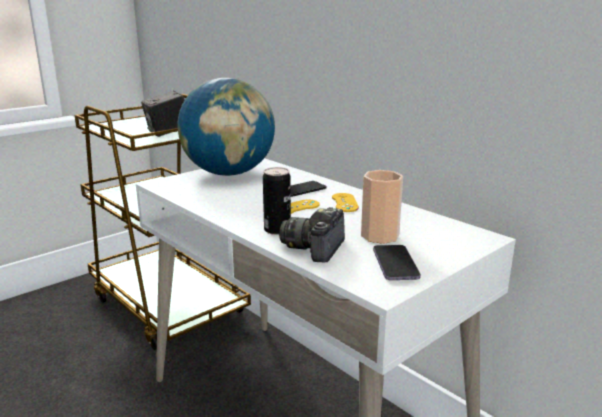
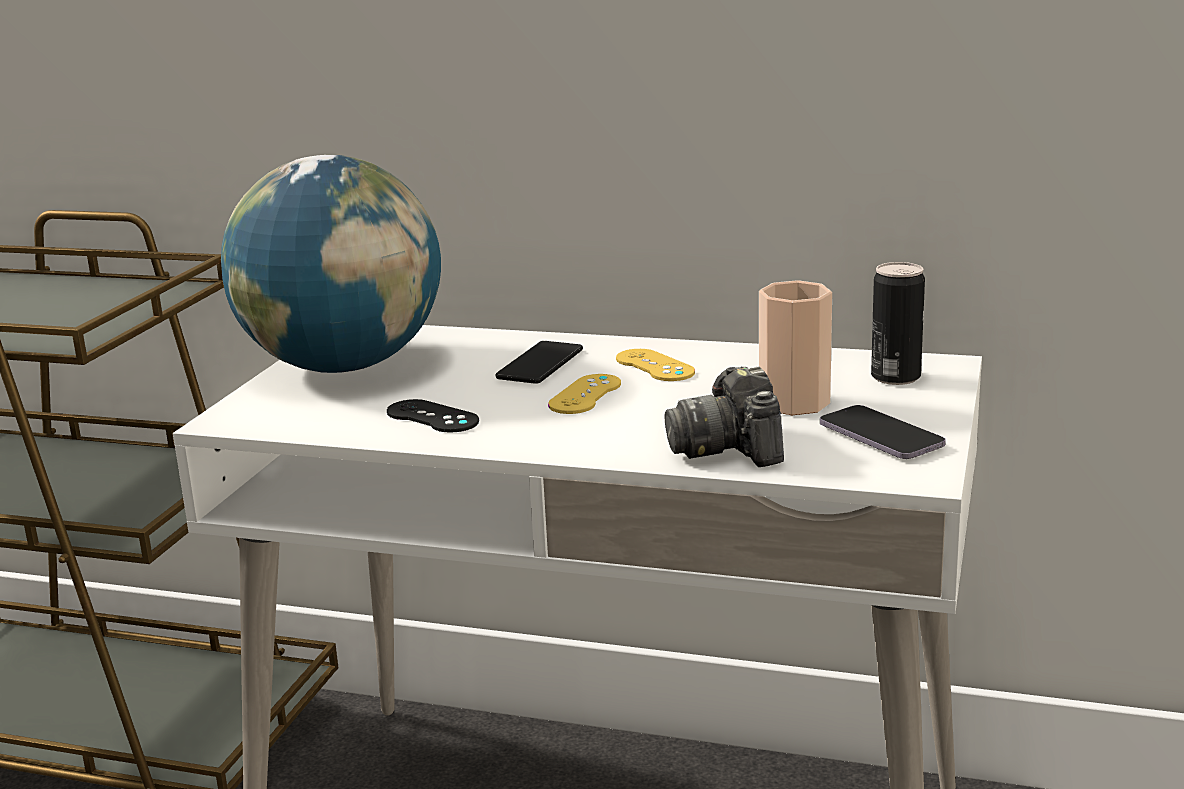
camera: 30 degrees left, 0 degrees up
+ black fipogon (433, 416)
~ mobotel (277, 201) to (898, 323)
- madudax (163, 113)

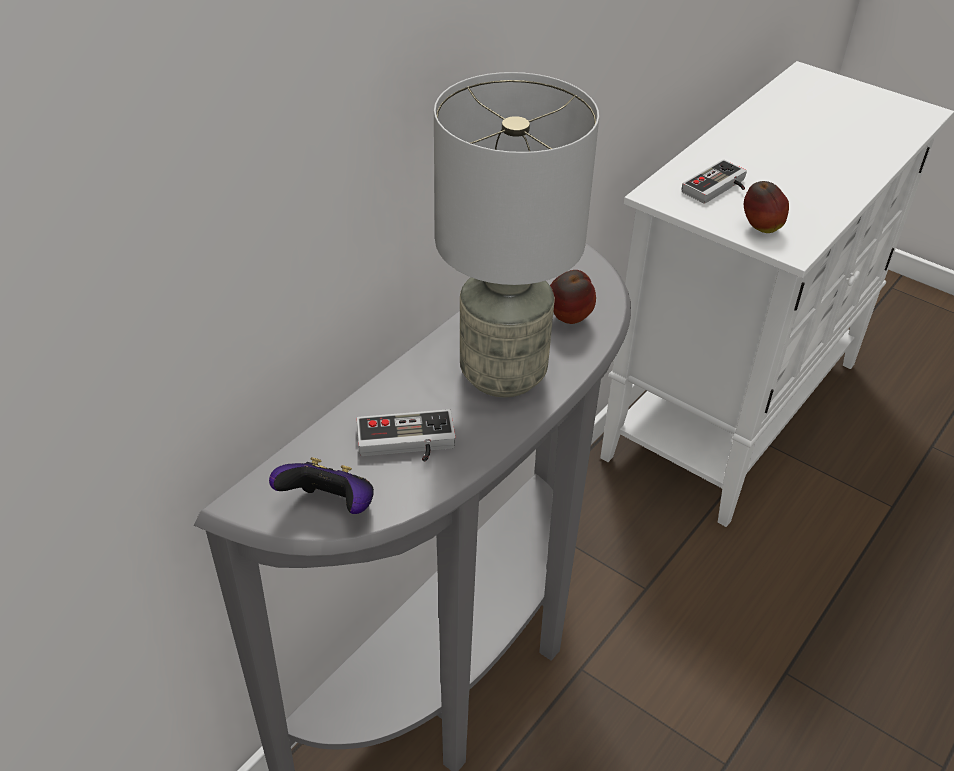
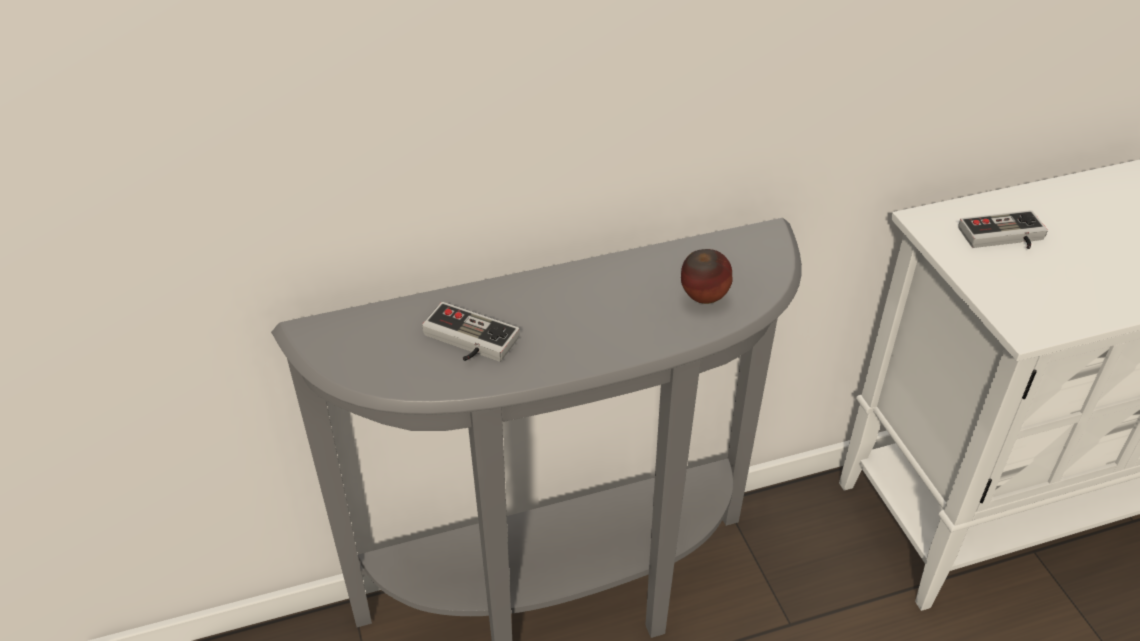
camera: 35 degrees right, 0 degrees up
- fipogon (321, 485)
- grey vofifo (516, 234)
- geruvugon (766, 207)

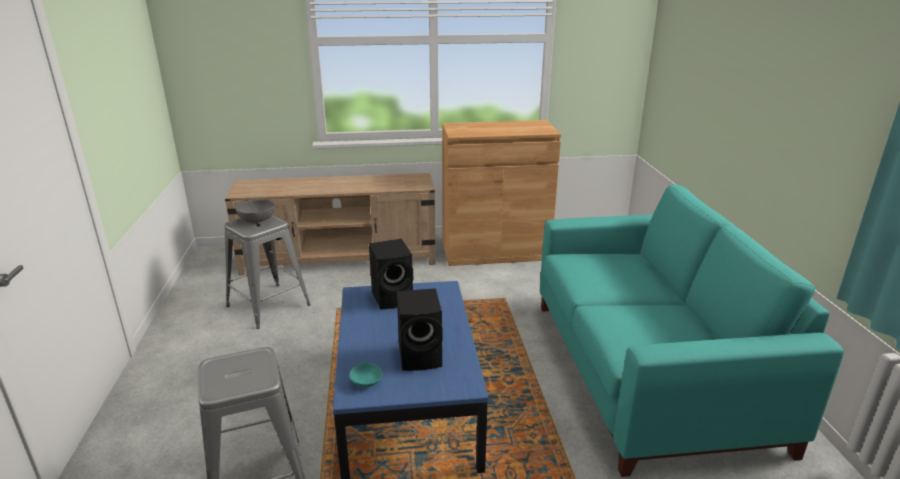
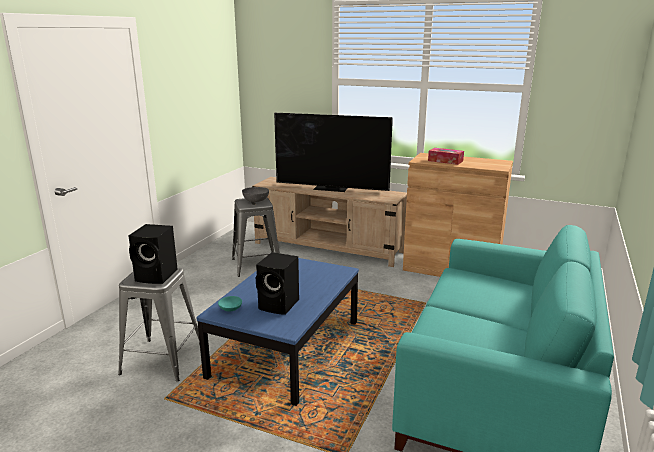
camera: 30 degrees right, 5 degrees down
~ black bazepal (391, 274) to (153, 254)
+ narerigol (333, 152)
+ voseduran (446, 156)

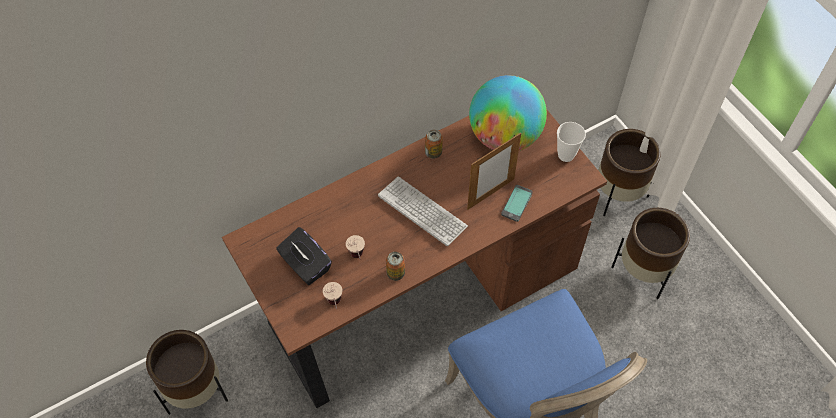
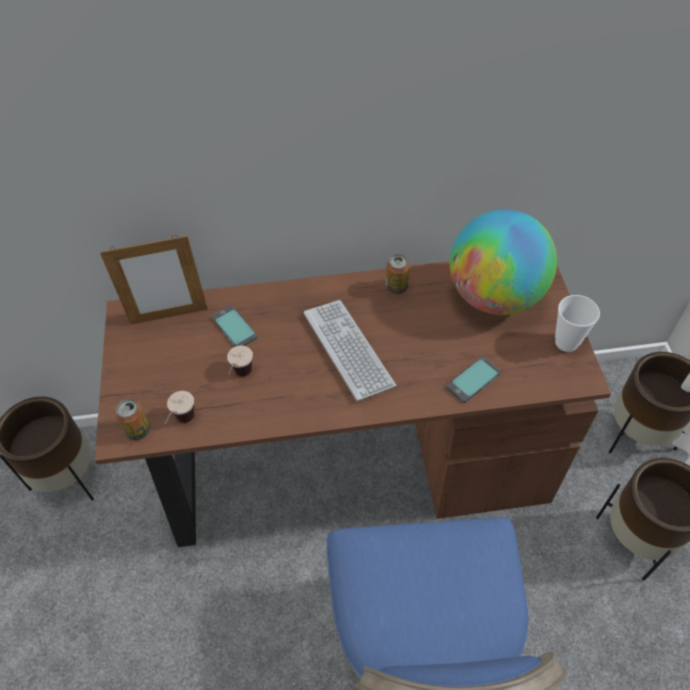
camera: 25 degrees right, 5 degrees down
~ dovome (494, 171) to (154, 280)
~ mobotel (395, 266) to (133, 419)
+ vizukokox (235, 326)
- black voseduran (304, 256)

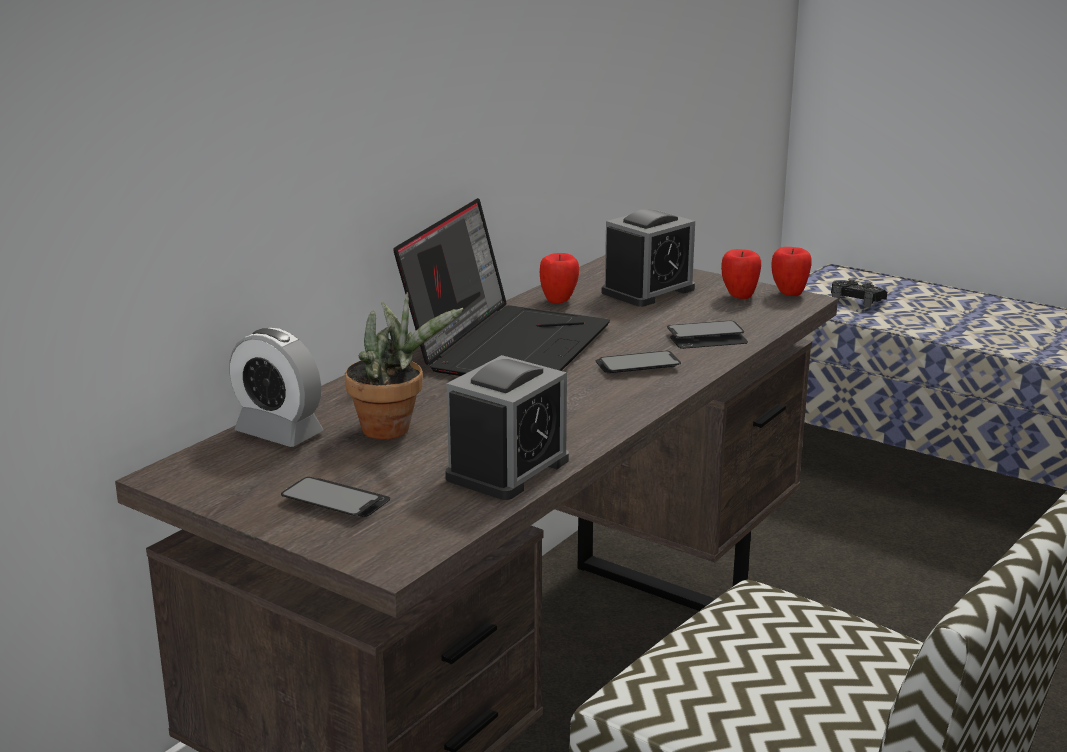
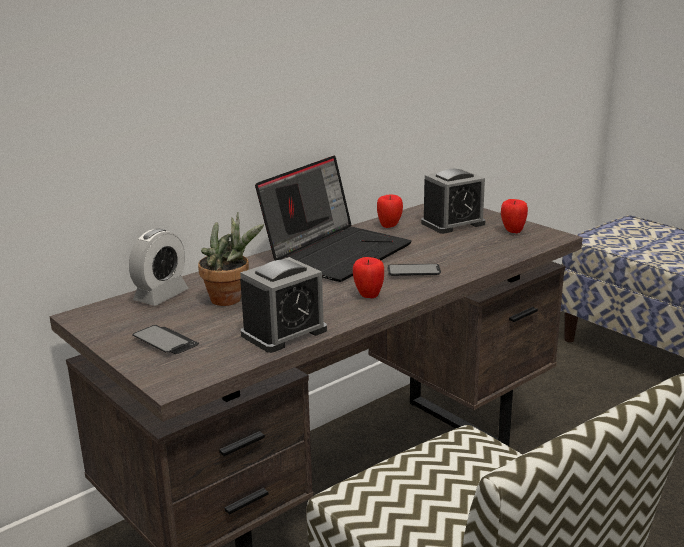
camera: 15 degrees right, 0 degrees up
~ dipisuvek (276, 387) = (159, 267) 105 degrees counterclockwise
~ geruvugon (791, 271) to (368, 277)
- vizukokox (707, 335)
- black fipogon (859, 293)

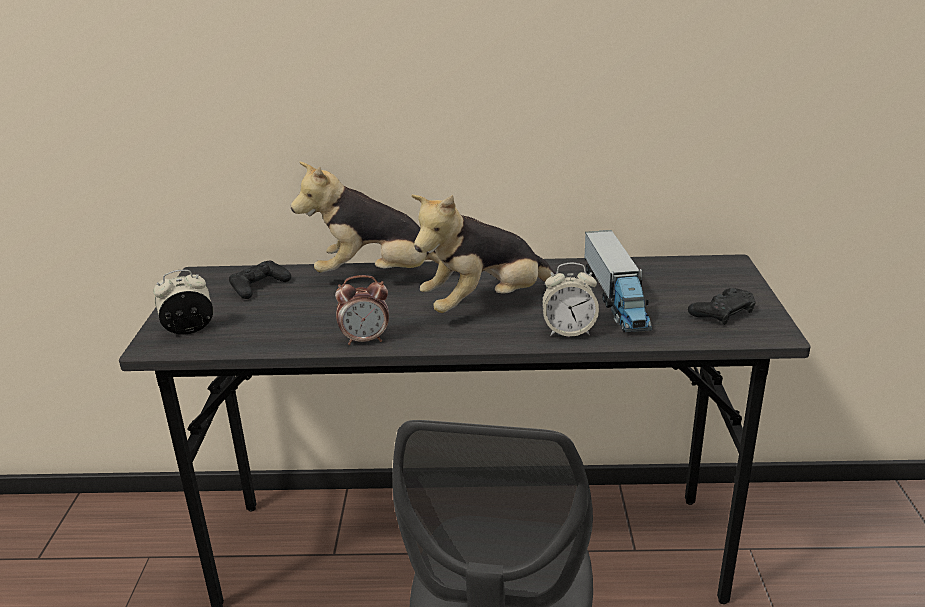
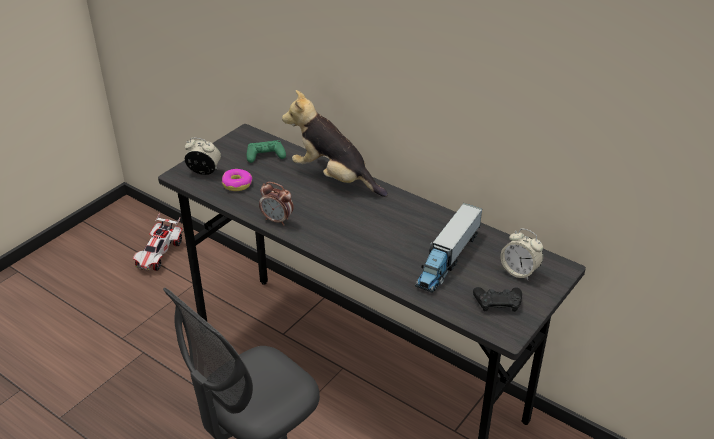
camera: 35 degrees right, 10 degrees up
+ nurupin (157, 242)
+ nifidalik (237, 180)
~ black fipogon (260, 279) to green fipogon (266, 151)
~ dipisuvek (570, 300) to (521, 254)
- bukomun (483, 254)

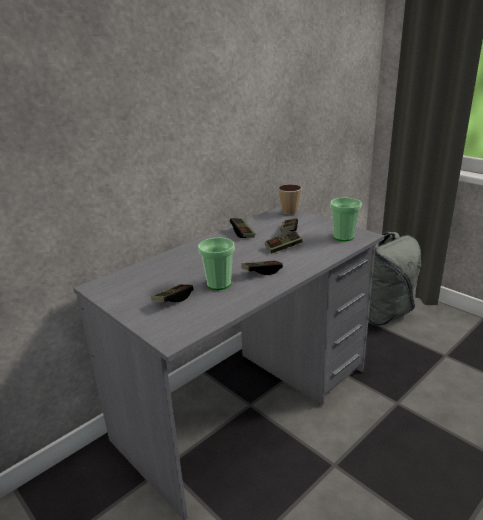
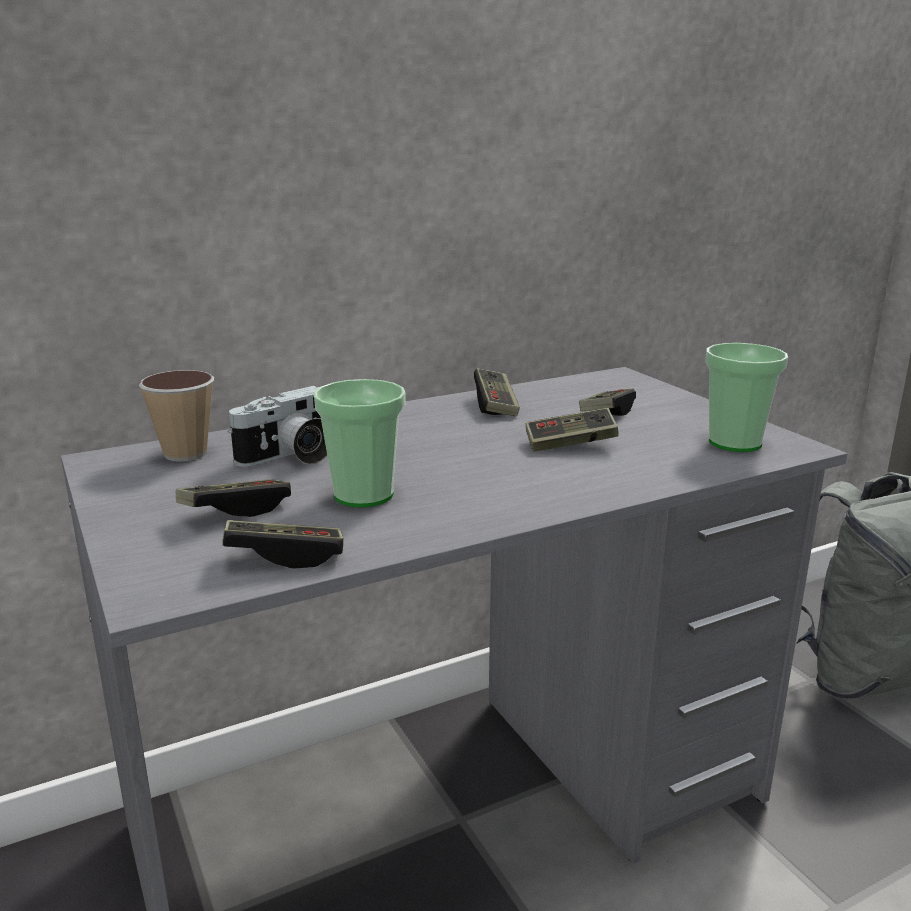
camera: 15 degrees right, 5 degrees down
~ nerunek (290, 199) to (176, 416)
~ fipogon (262, 267) to (283, 544)
+ madudax (277, 426)

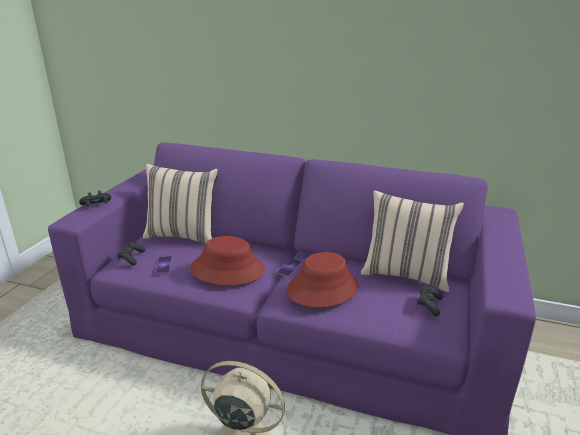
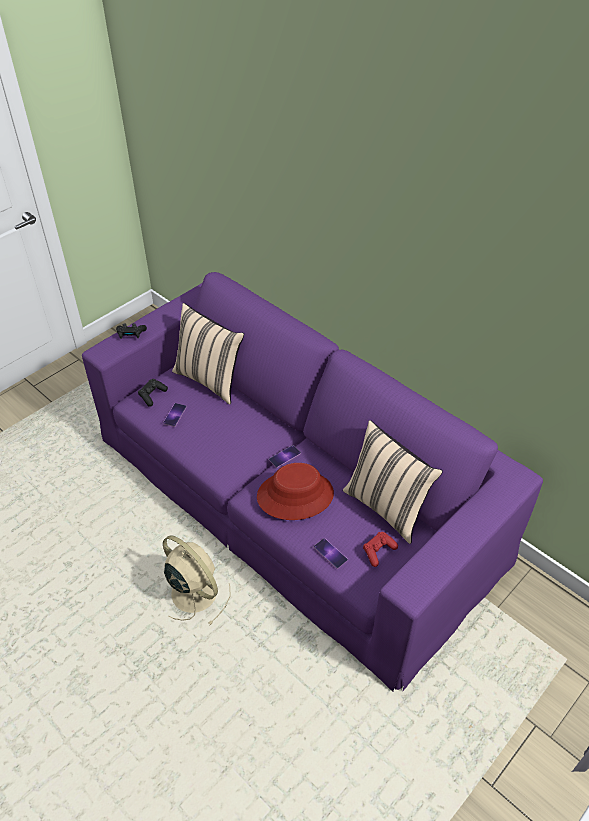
camera: 25 degrees right, 20 degrees up
+ vizukokox (330, 553)
~ black fipogon (430, 300) to red fipogon (380, 549)
- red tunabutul (227, 260)

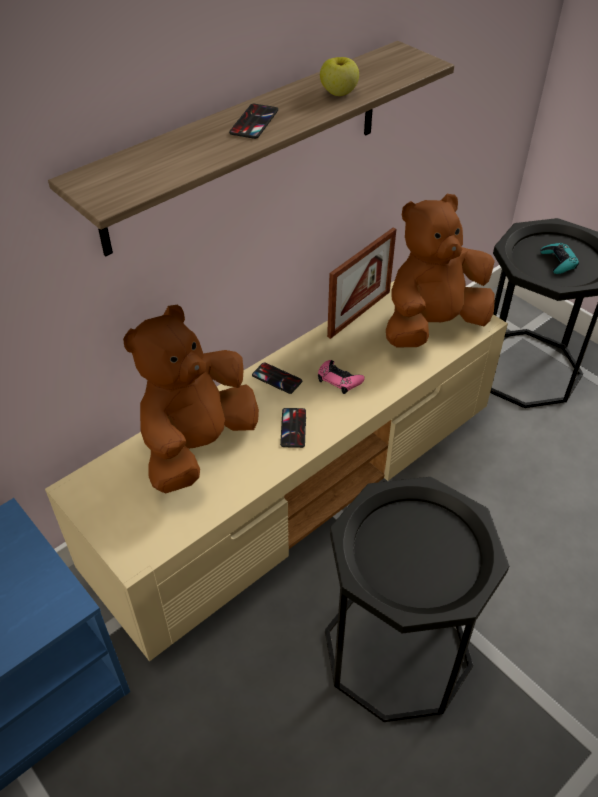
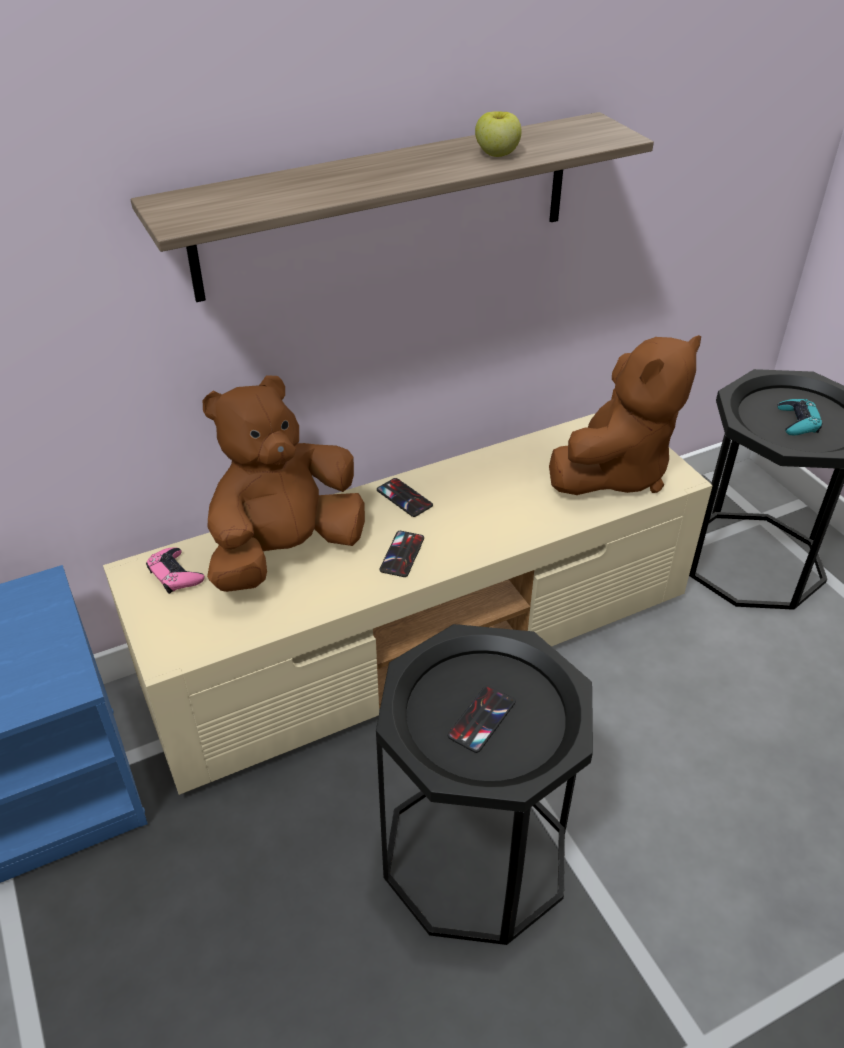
camera: 15 degrees right, 5 degrees down
~ pink fipogon (341, 377) to (175, 570)
~ vizukokox (253, 121) to (482, 719)
~ brown bukomun (440, 271) = (625, 415) 150 degrees clockwise
- dovome (361, 283)

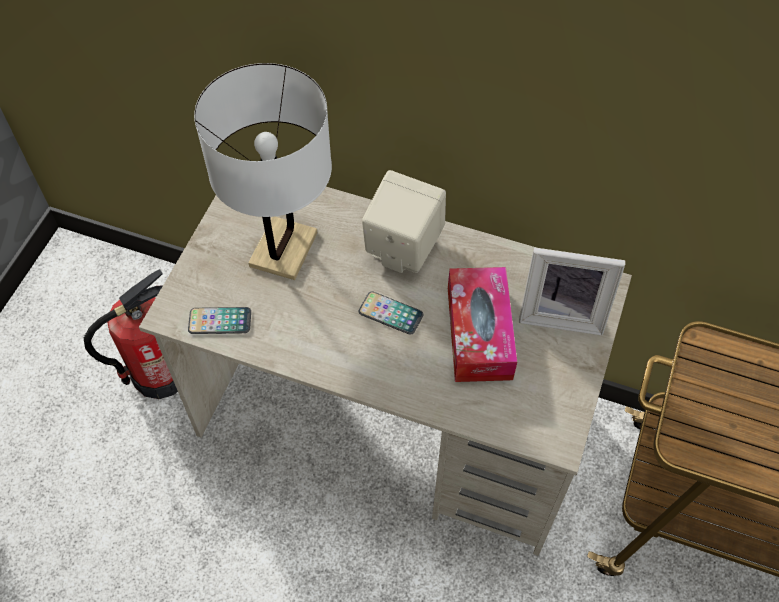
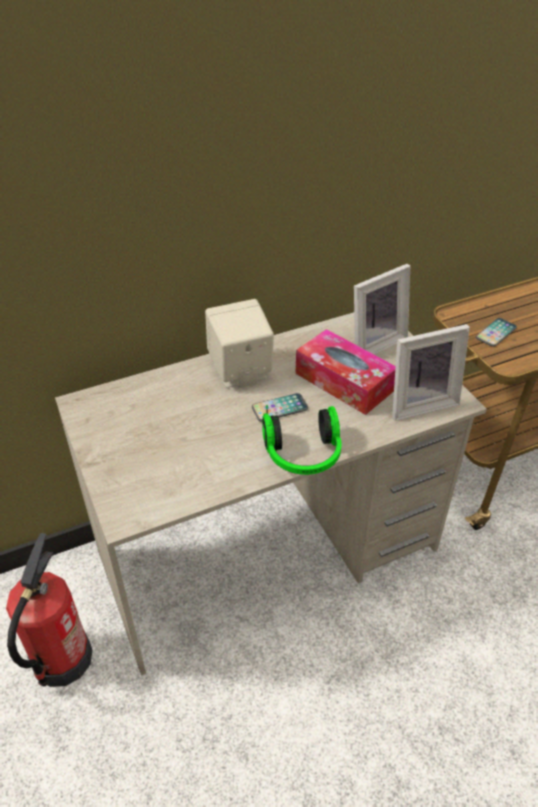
camera: 45 degrees left, 15 degrees down
+ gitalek (301, 440)
+ dovome (431, 372)
~ vizukokox (219, 320) to (496, 332)
- white vofifo (263, 171)

